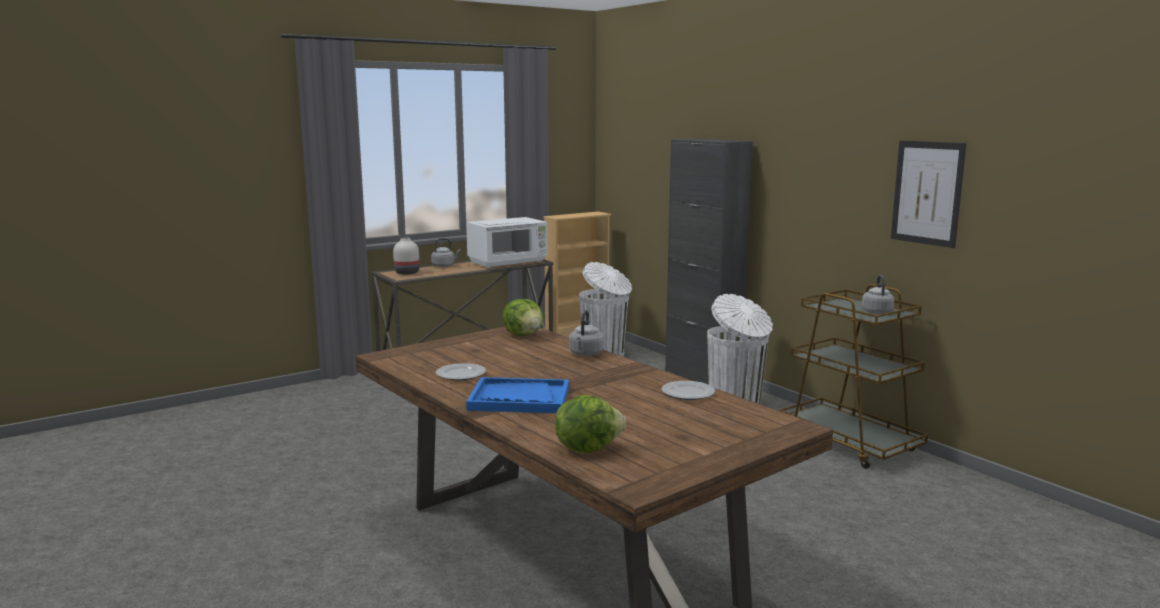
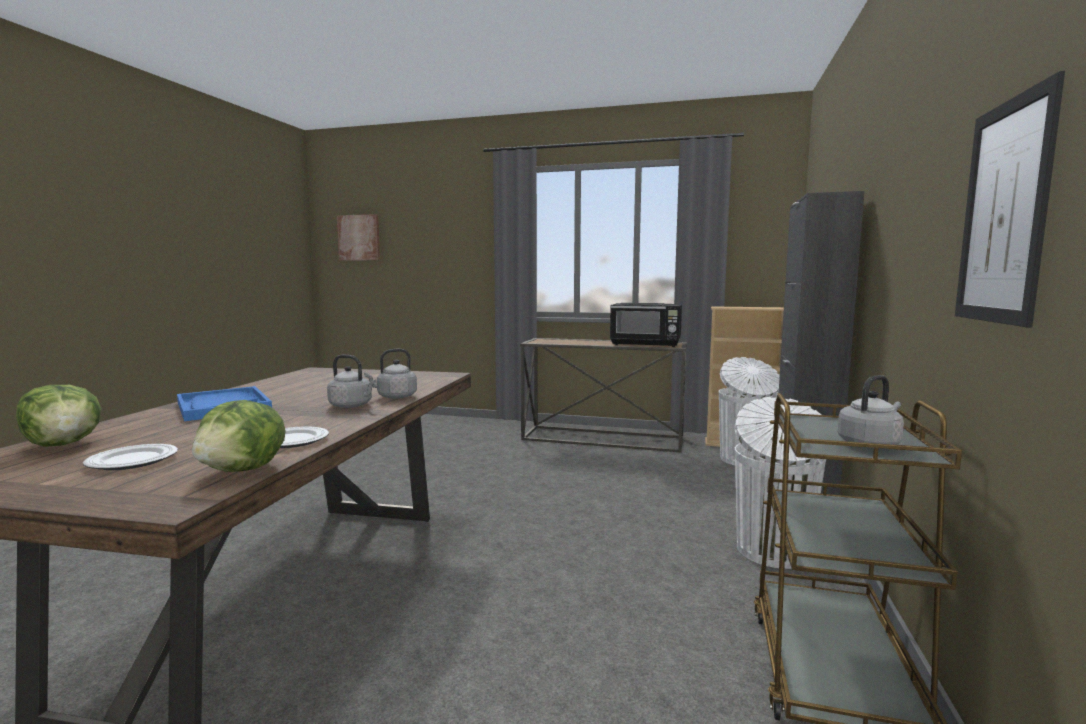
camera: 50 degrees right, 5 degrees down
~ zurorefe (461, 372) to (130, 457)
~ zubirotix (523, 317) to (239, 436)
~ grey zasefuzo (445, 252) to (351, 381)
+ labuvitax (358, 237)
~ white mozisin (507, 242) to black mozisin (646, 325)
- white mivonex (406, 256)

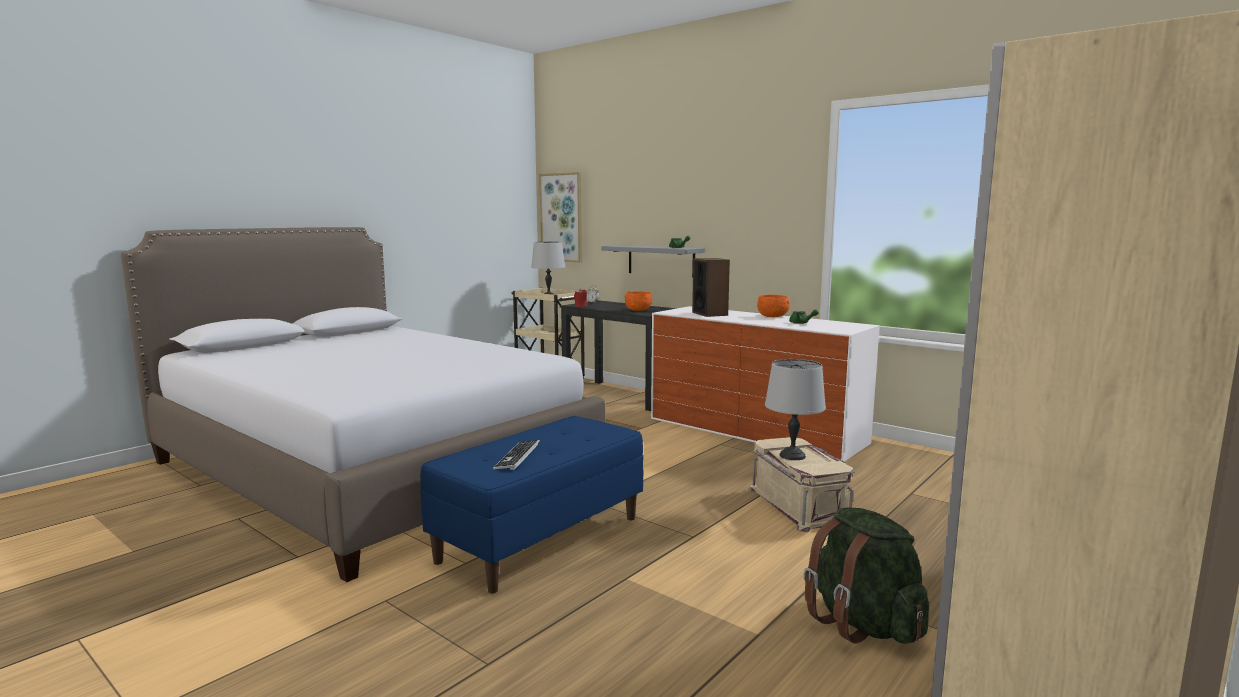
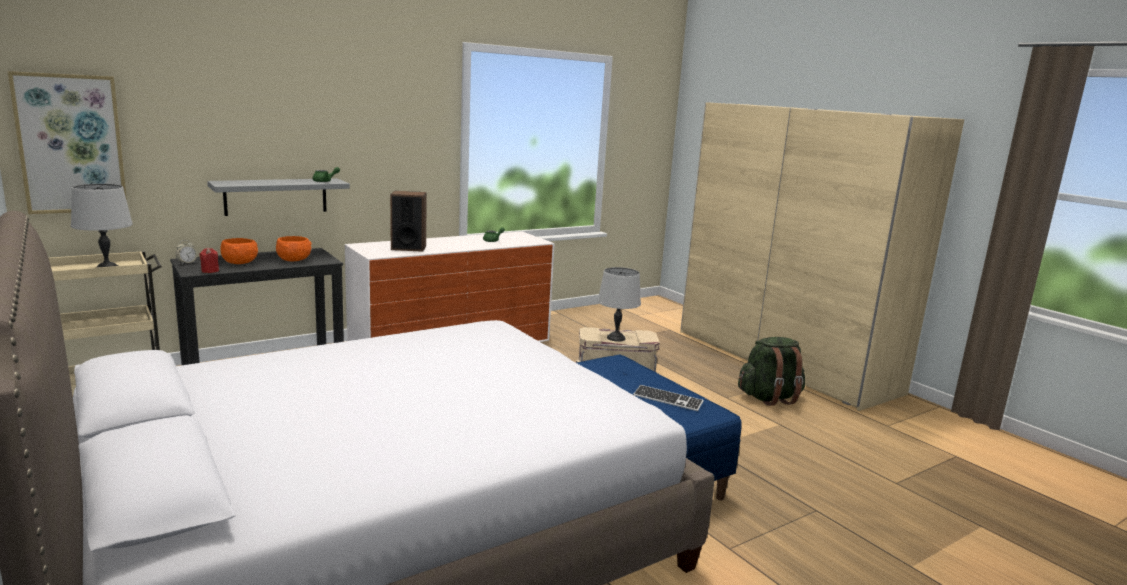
camera: 75 degrees left, 5 degrees up
~ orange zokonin (773, 306) to (239, 251)

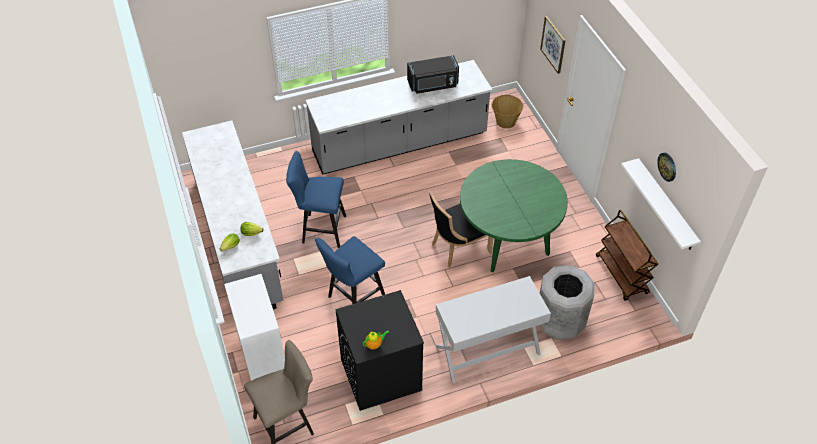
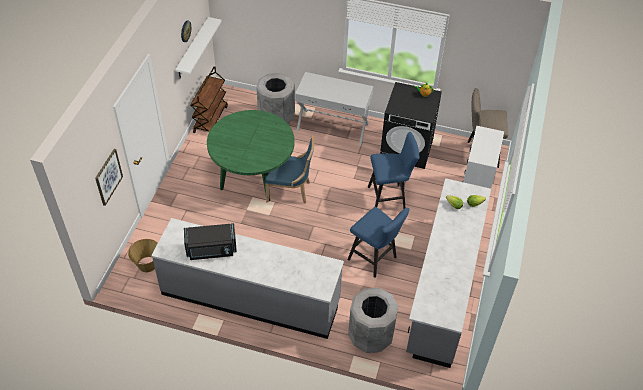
camera: 145 degrees left, 0 degrees up
~ black mozisin (433, 74) = (210, 241) 150 degrees clockwise
~ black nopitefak (461, 228) to blue nopitefak (289, 169)
+ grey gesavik (373, 320)

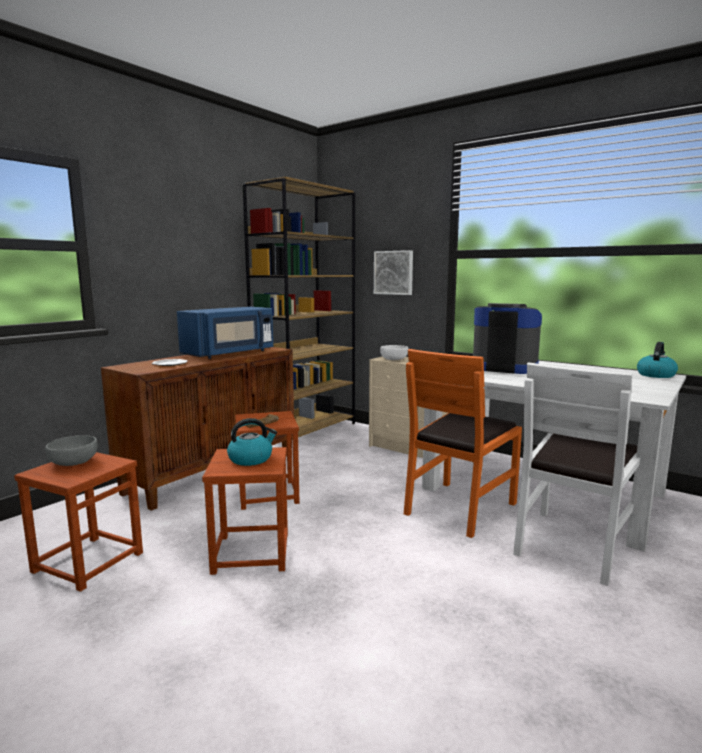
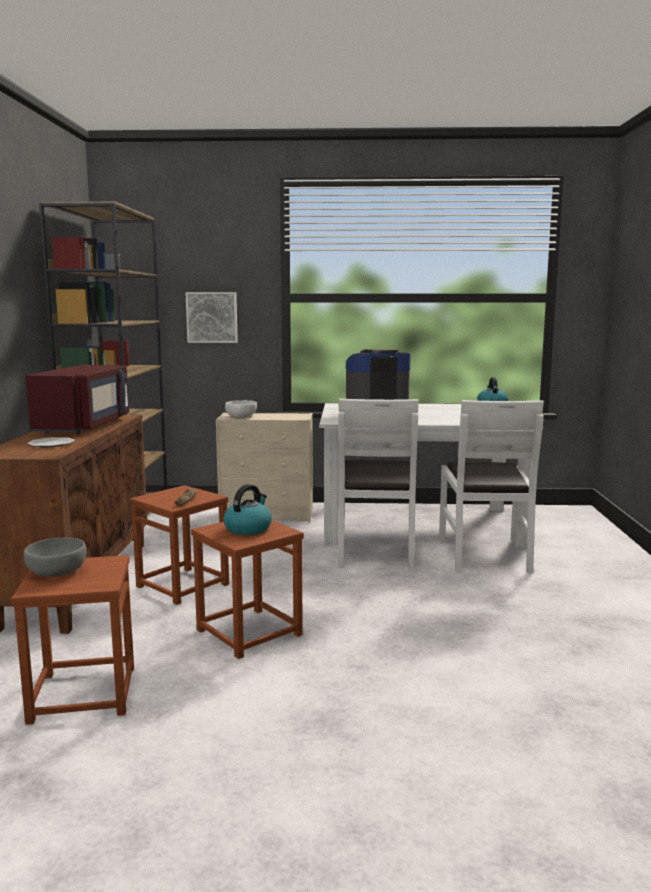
camera: 35 degrees left, 0 degrees up
~ blue mozisin (225, 333) to red mozisin (77, 399)
~ orange nopitefak (463, 443) to white nopitefak (378, 484)

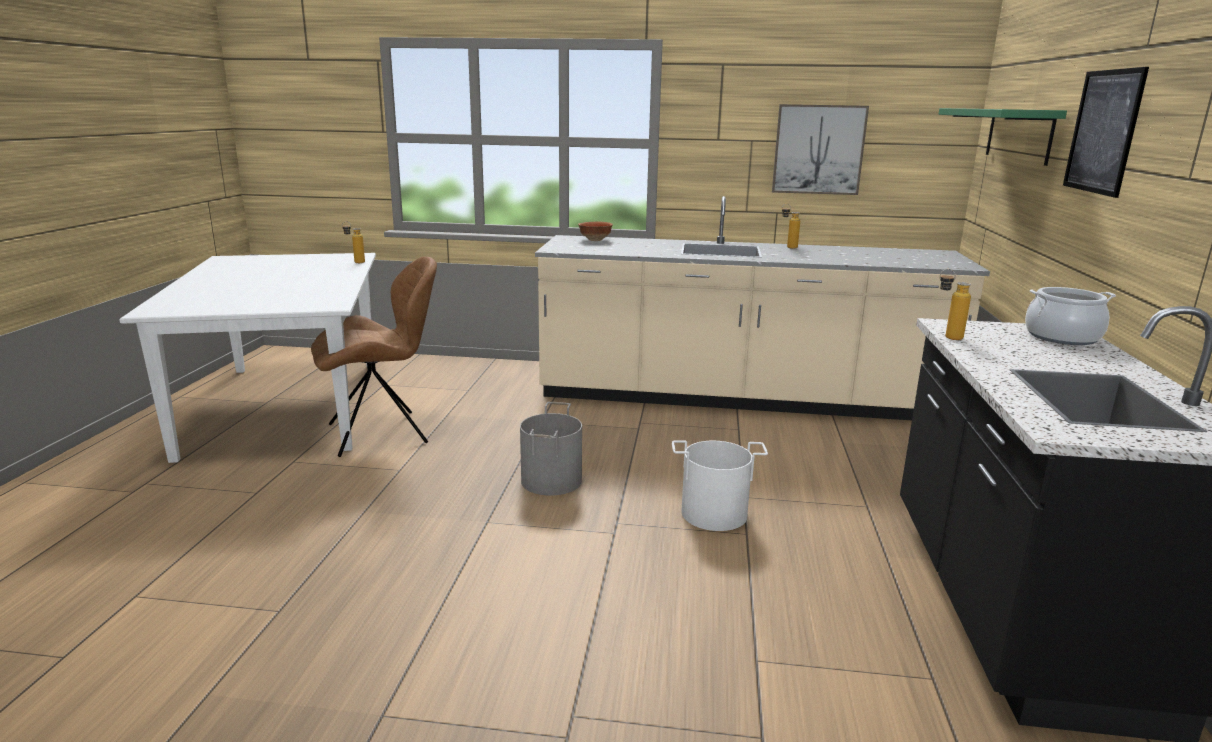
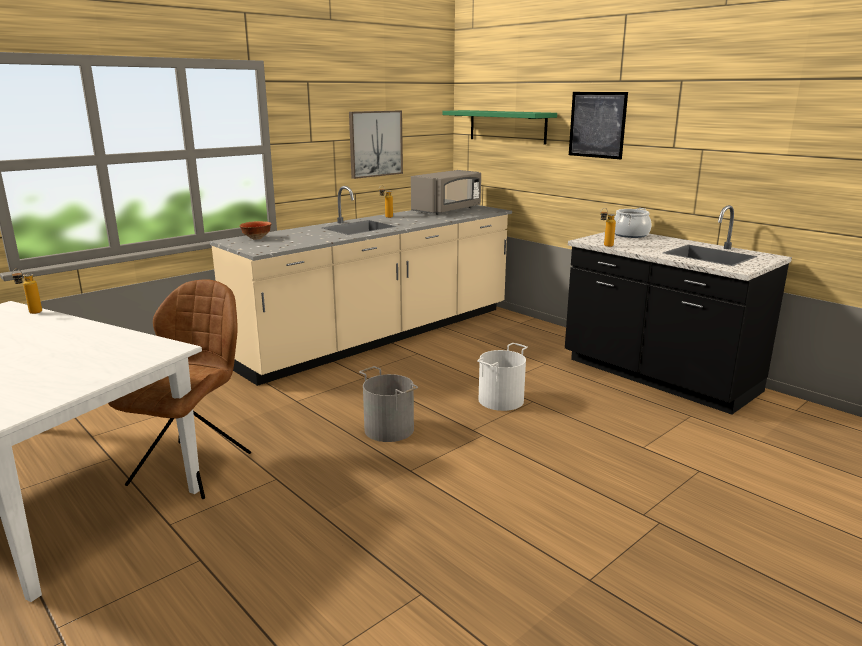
camera: 50 degrees left, 0 degrees up
+ grey mozisin (446, 192)

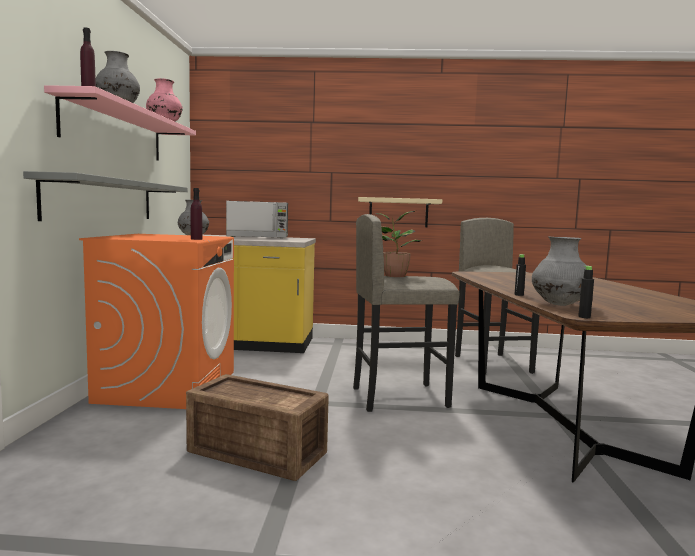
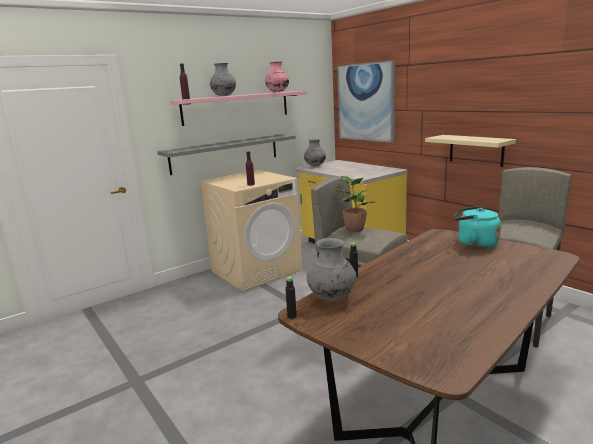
camera: 50 degrees right, 10 degrees up
~ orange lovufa (156, 321) to beige lovufa (251, 230)
+ labuvitax (366, 101)
+ turquoise zasefuzo (477, 227)
- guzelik (257, 427)
- mozisin (257, 220)

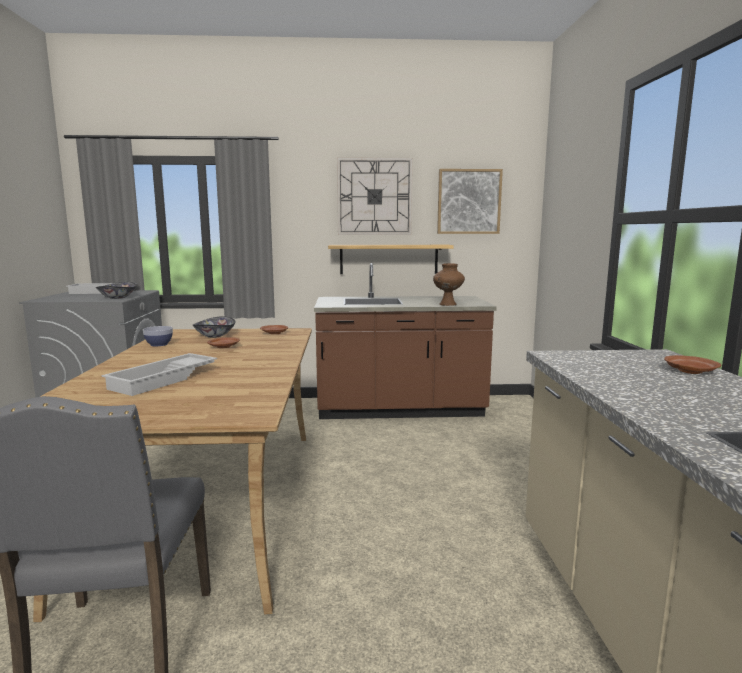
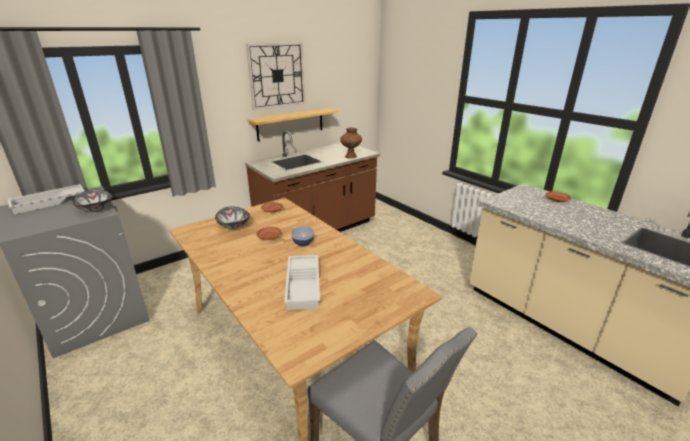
camera: 35 degrees left, 15 degrees up
~ zokonin (158, 336) to (302, 236)
- labuvitax (470, 201)

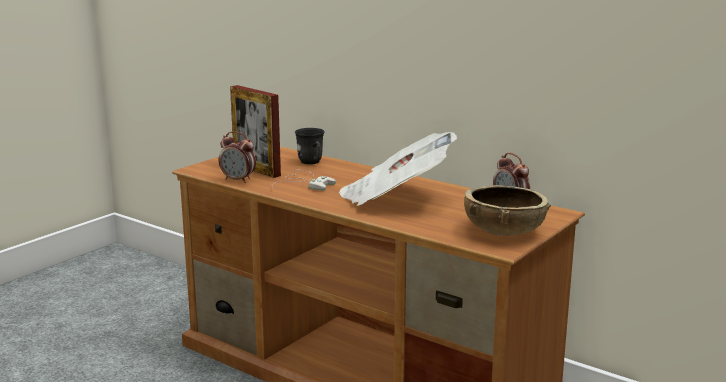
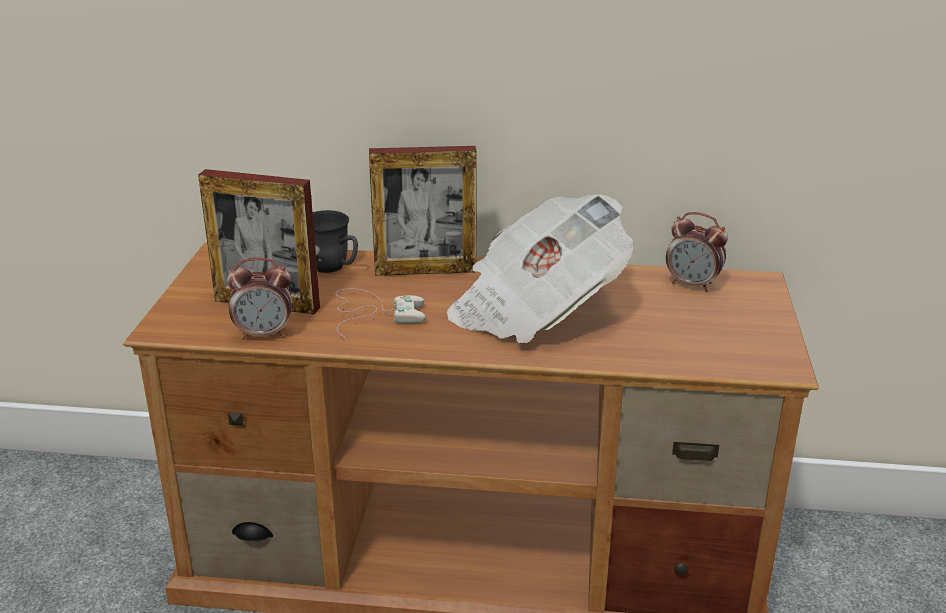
camera: 30 degrees left, 10 degrees up
+ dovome (423, 211)
- brown zokonin (507, 210)

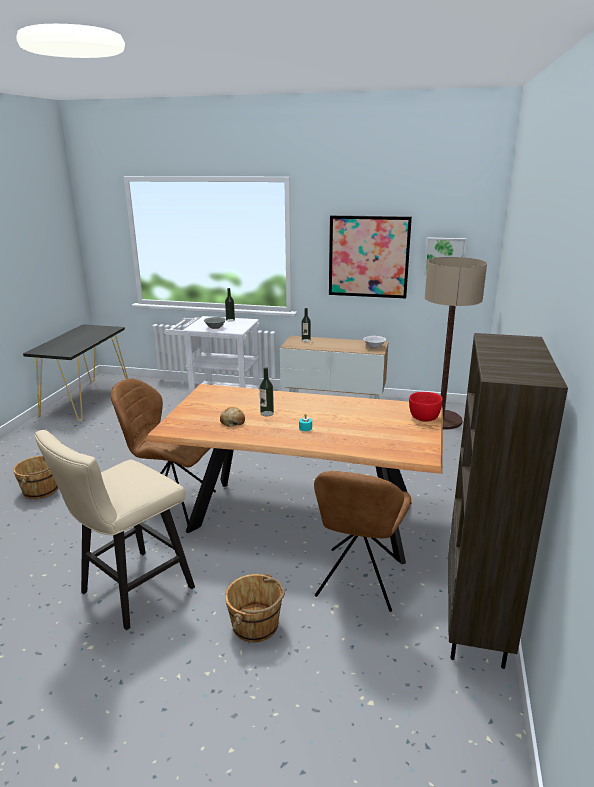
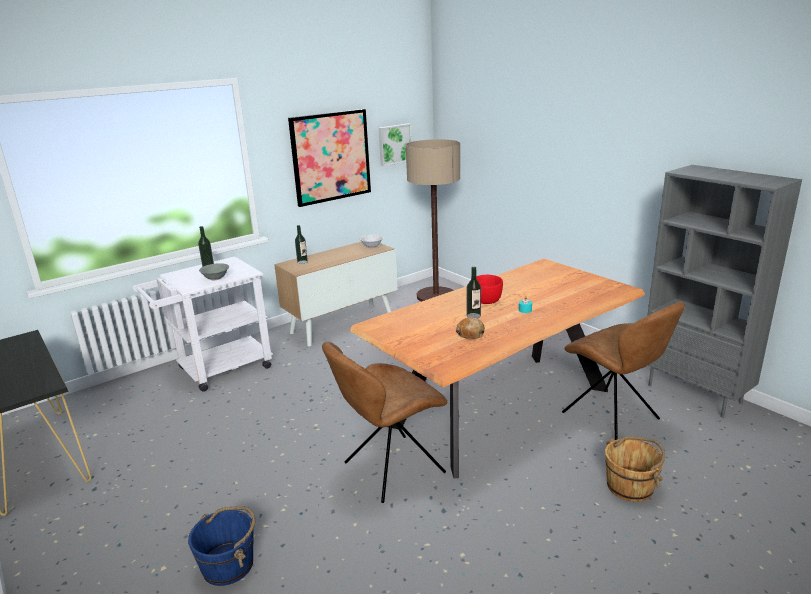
camera: 50 degrees left, 0 degrees up
~ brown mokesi (35, 477) to blue mokesi (221, 546)
~ red zokonin (426, 406) to (489, 289)
~ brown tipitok (508, 501) to grey tipitok (724, 291)
- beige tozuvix (115, 530)

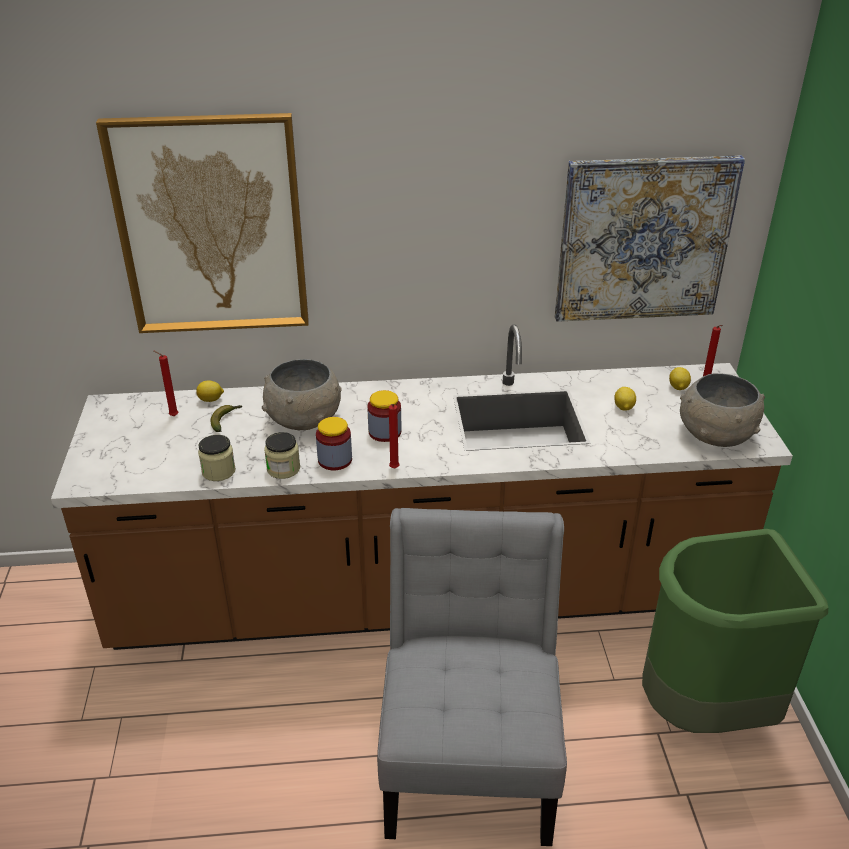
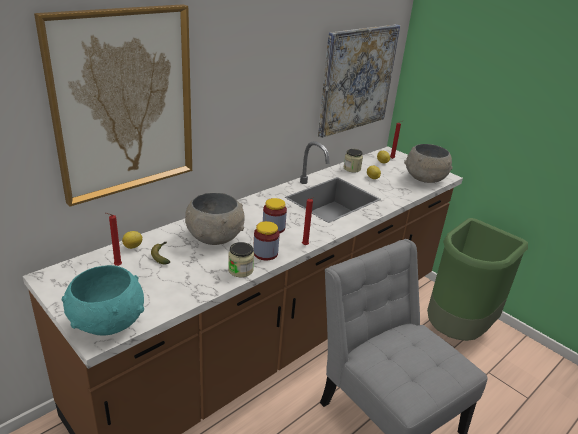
camera: 40 degrees left, 5 degrees down
+ turquoise zokonin (103, 300)
~ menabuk (217, 458) to (353, 161)

